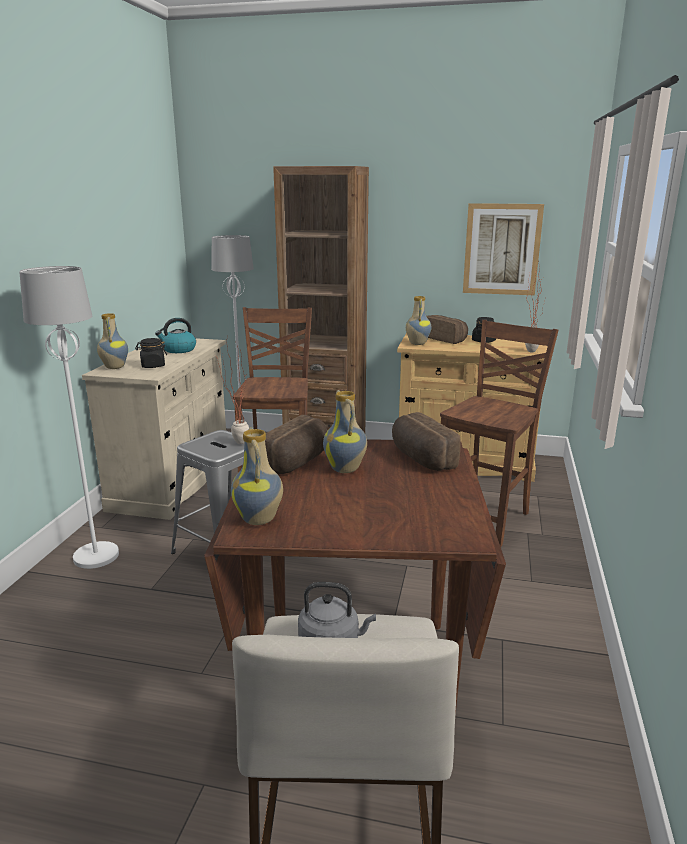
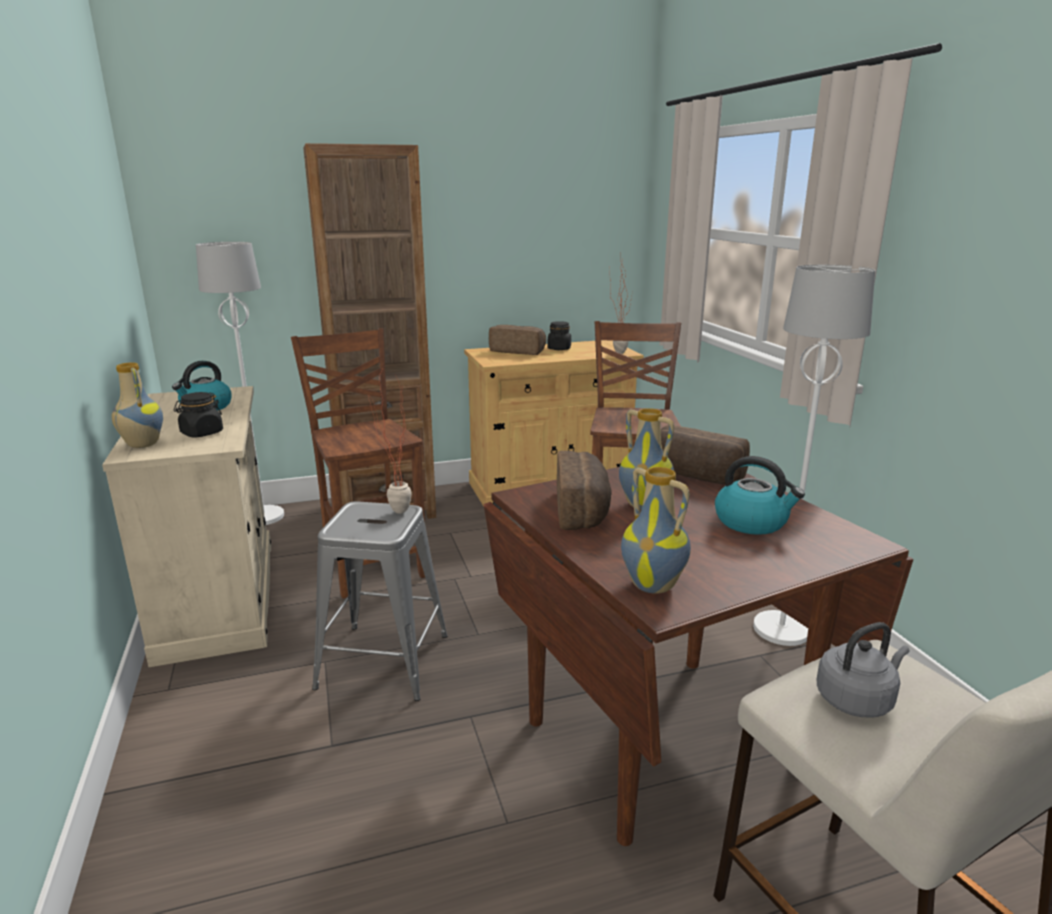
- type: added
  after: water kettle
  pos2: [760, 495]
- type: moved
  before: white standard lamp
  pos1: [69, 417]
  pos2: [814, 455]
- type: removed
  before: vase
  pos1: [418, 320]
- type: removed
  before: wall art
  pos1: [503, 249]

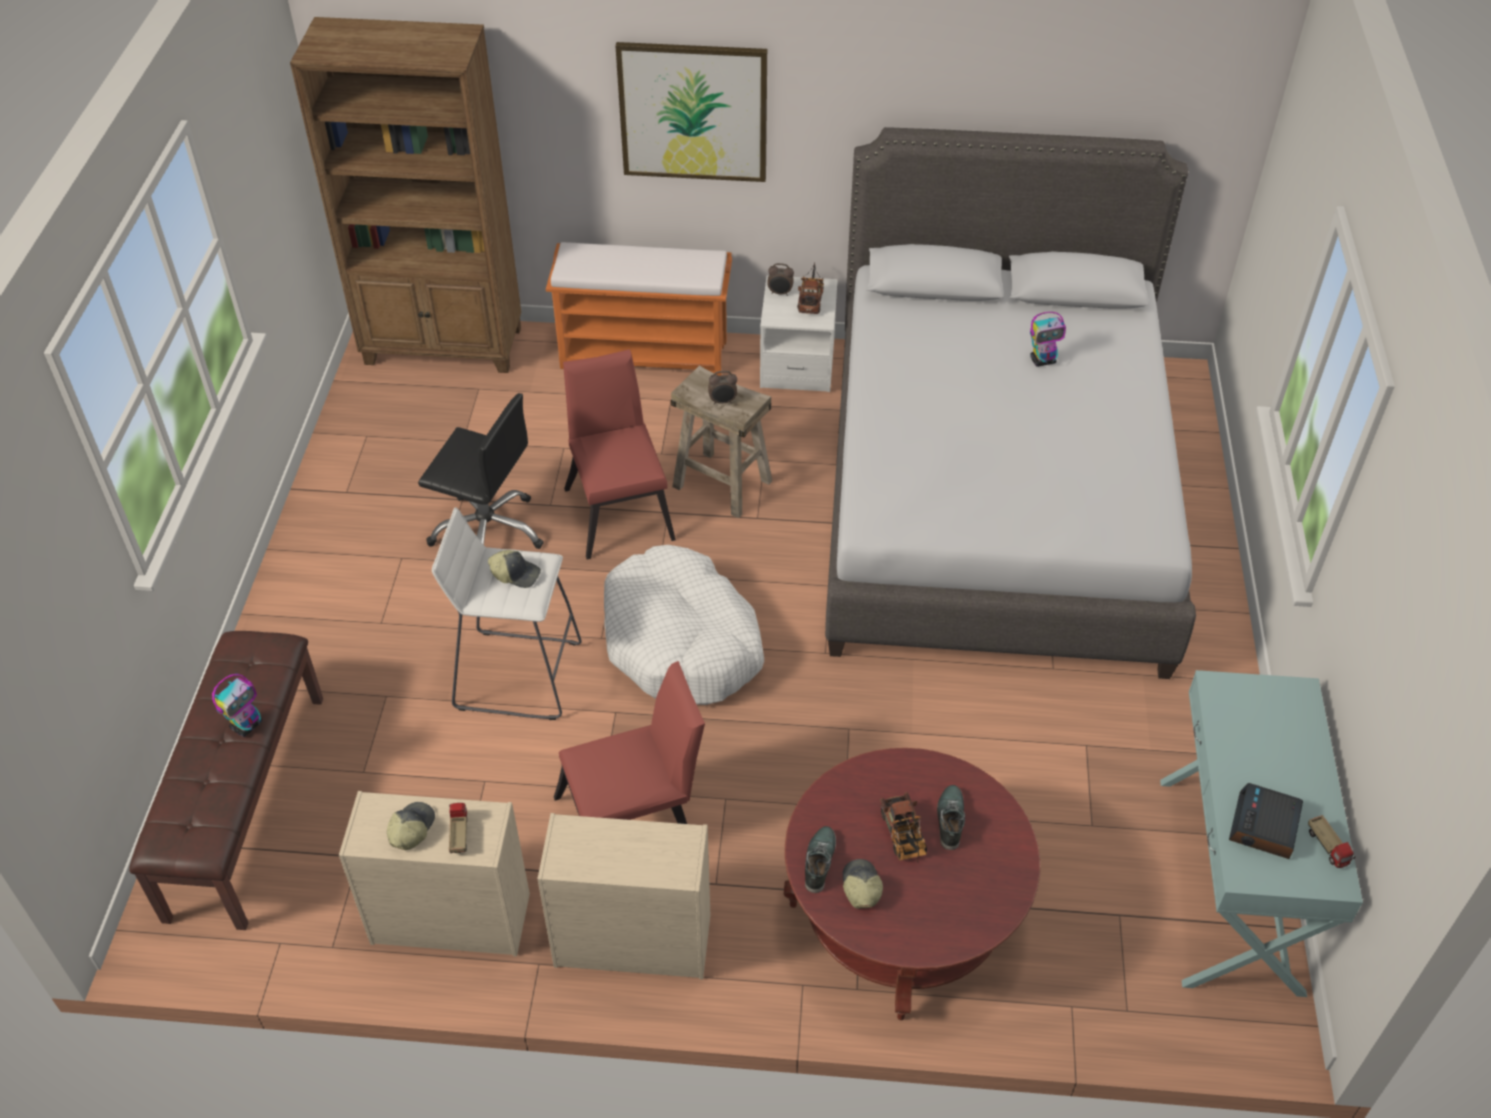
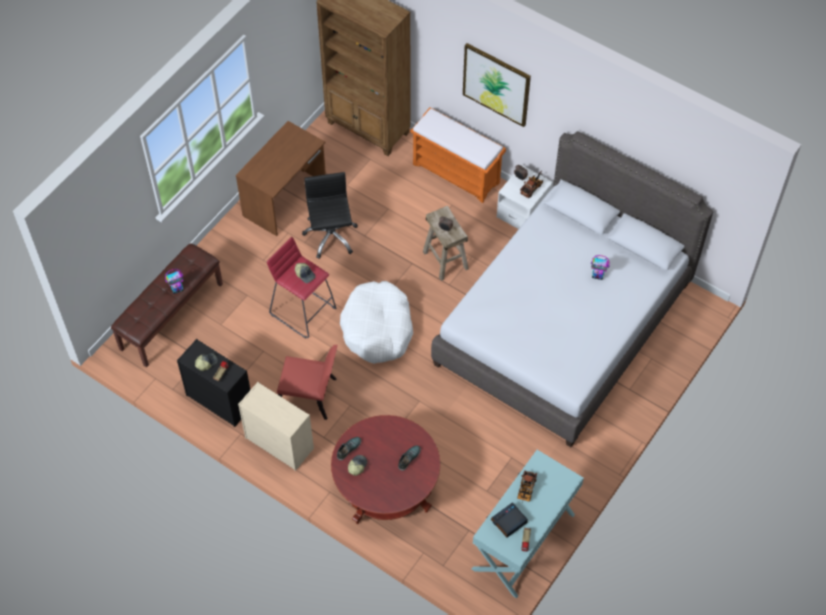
- type: recoloured
  before: beige-coloured chest of drawers
  after: blackish chest of drawers
  pos1: [434, 873]
  pos2: [213, 383]
- type: added
  after: brown desk table
  pos2: [281, 178]
- type: recoloured
  before: white sitting stool
  after: red sitting stool
  pos1: [506, 613]
  pos2: [301, 287]
- type: turned
  before: blackish desk chair
  pos1: [481, 471]
  pos2: [330, 215]
  turn: -150
- type: moved
  before: model truck
  pos1: [903, 827]
  pos2: [527, 486]
- type: removed
  before: red plain chair
  pos1: [619, 454]

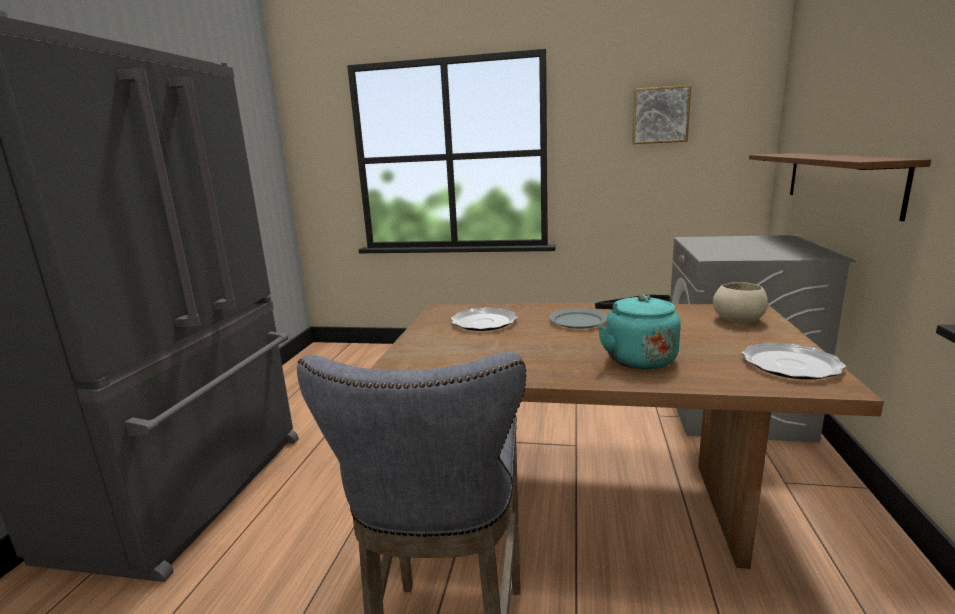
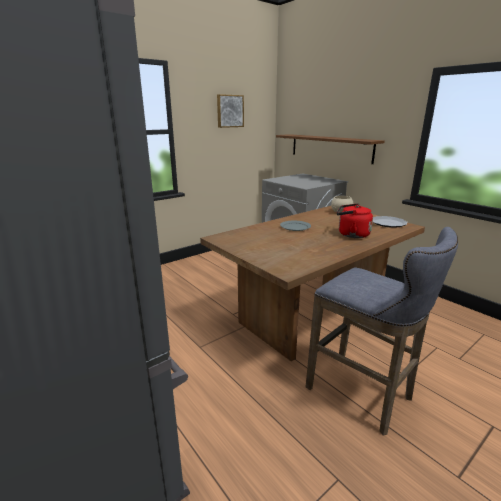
- type: recoloured
  before: turquoise-coloured water kettle
  after: red water kettle
  pos1: [638, 332]
  pos2: [355, 220]
- type: removed
  before: plate
  pos1: [483, 319]

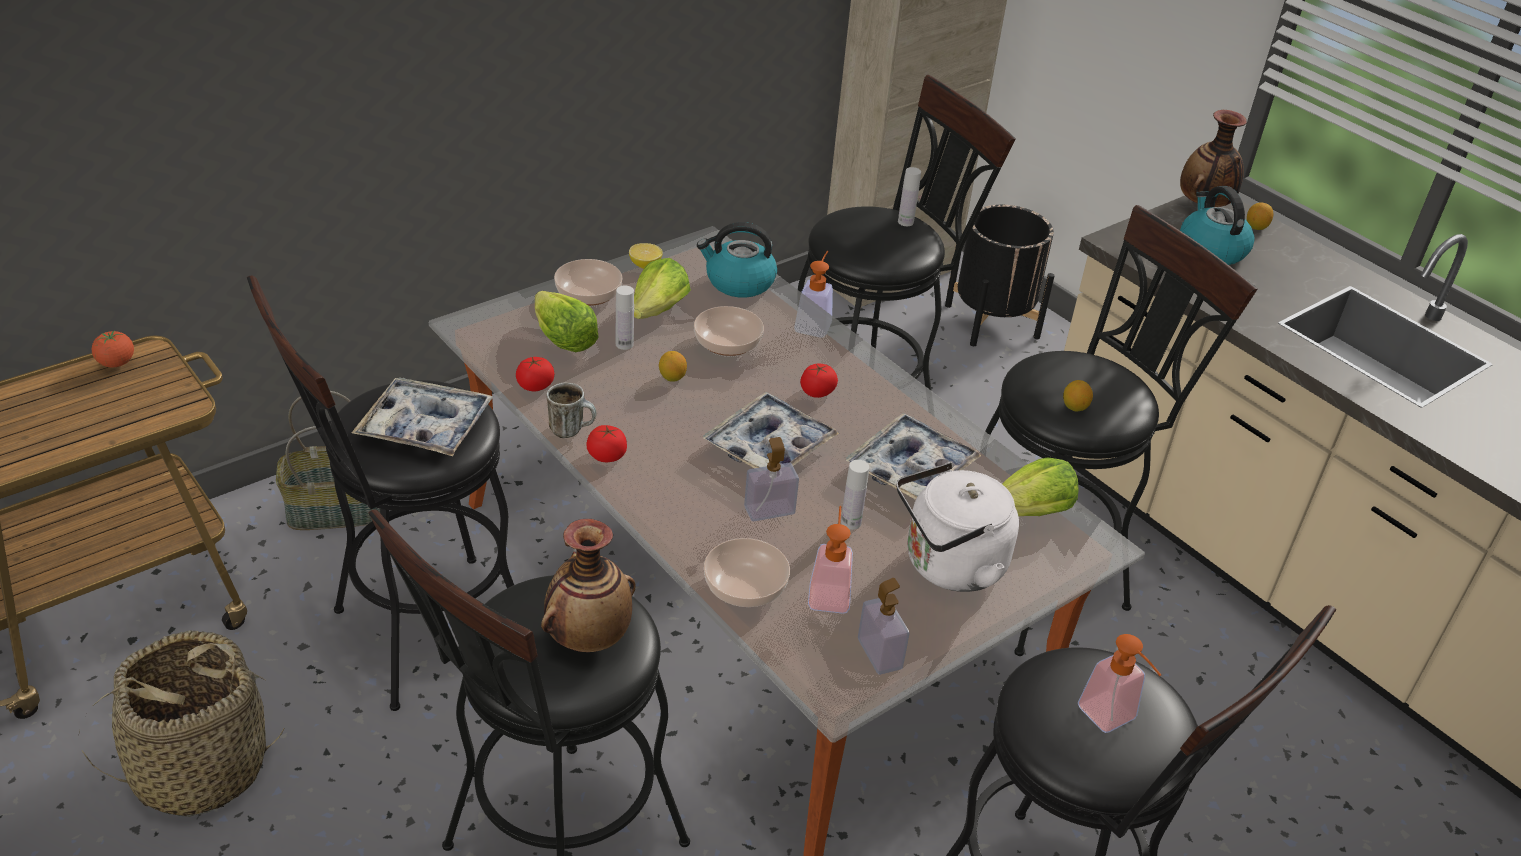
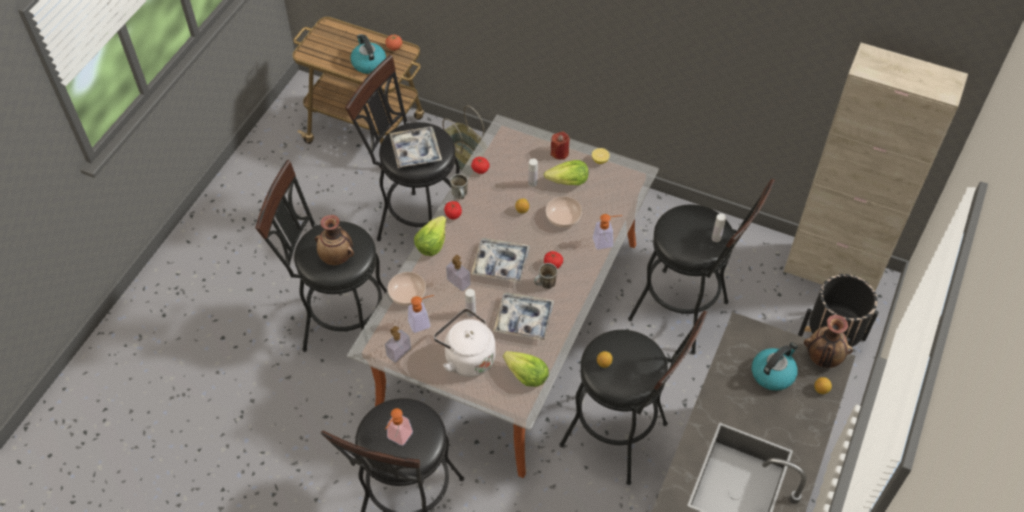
- type: moved
  before: water kettle
  pos1: [737, 260]
  pos2: [368, 54]
- type: moved
  before: lettuce head
  pos1: [567, 321]
  pos2: [430, 236]
- type: added
  after: mug
  pos2: [545, 276]
- type: replaced
  before: bowl
  after: red candle
  pos1: [588, 282]
  pos2: [560, 145]
- type: removed
  before: basket
  pos1: [182, 723]

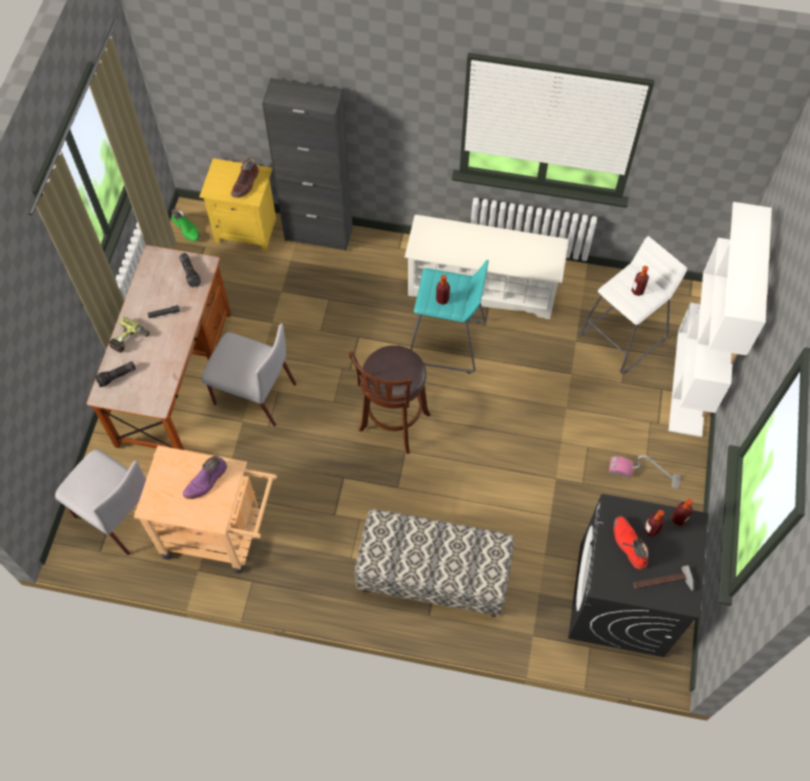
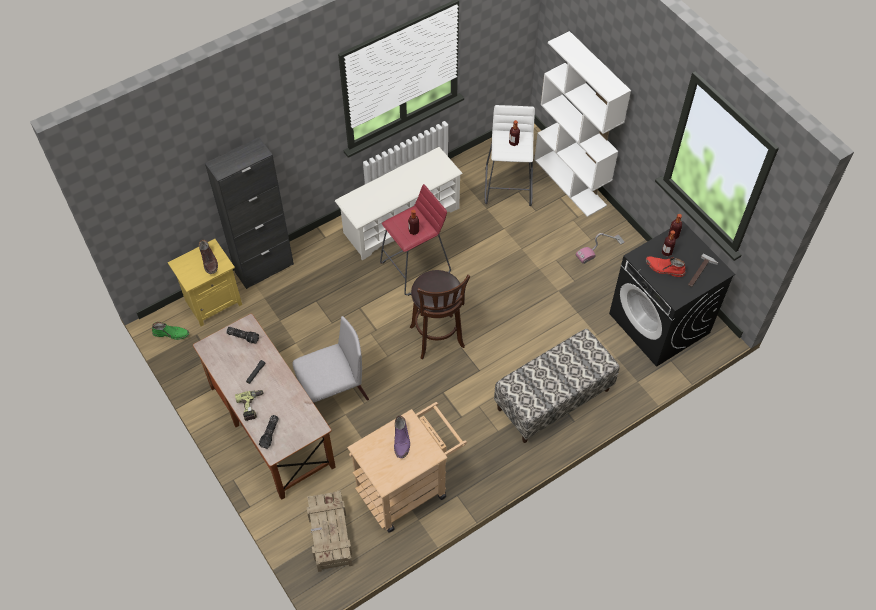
- type: replaced
  before: grey plain chair
  after: crate
  pos1: [100, 502]
  pos2: [330, 531]
- type: recoloured
  before: turquoise-coloured sitting stool
  after: red sitting stool
  pos1: [450, 317]
  pos2: [415, 240]

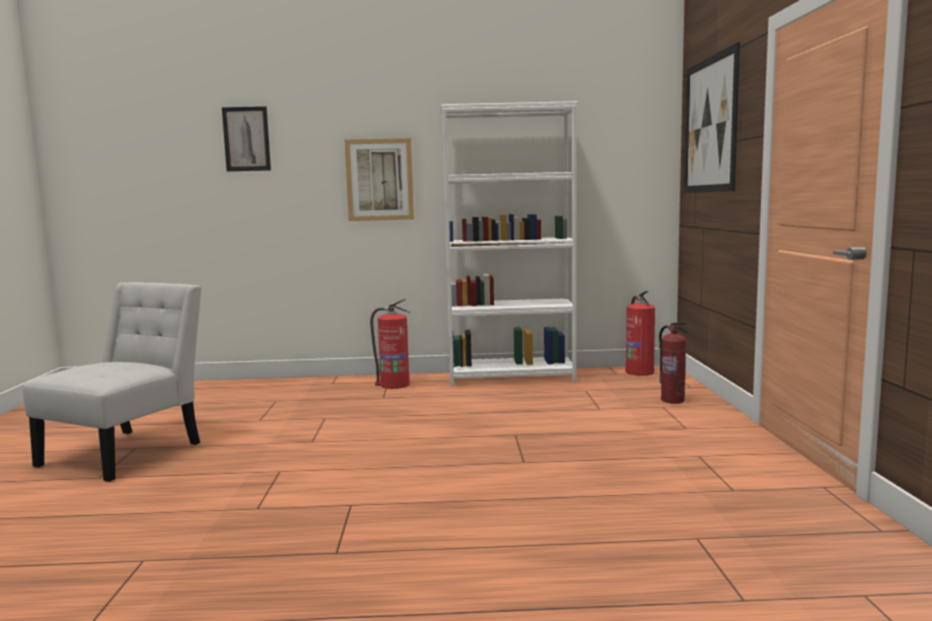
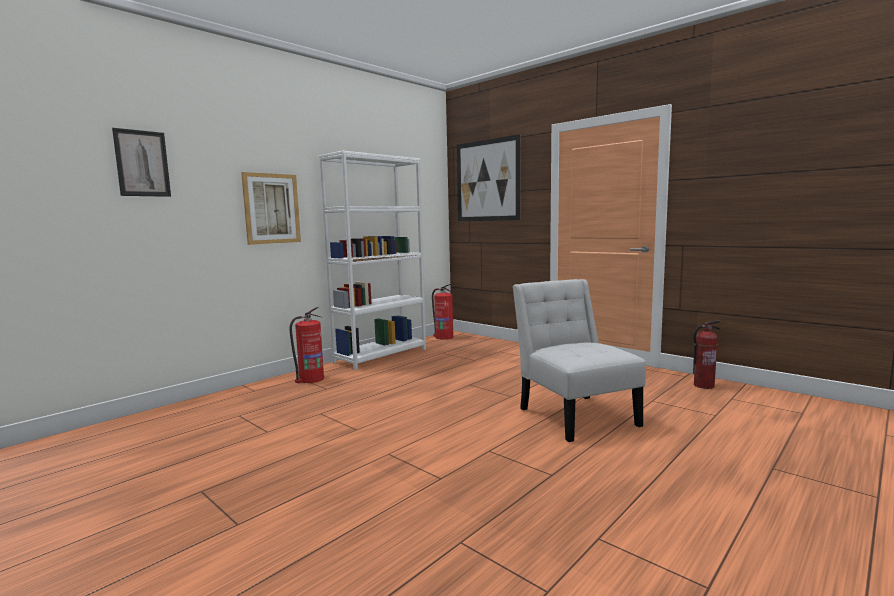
- type: moved
  before: white plain chair
  pos1: [112, 382]
  pos2: [579, 360]
- type: moved
  before: extinguisher
  pos1: [674, 363]
  pos2: [706, 354]

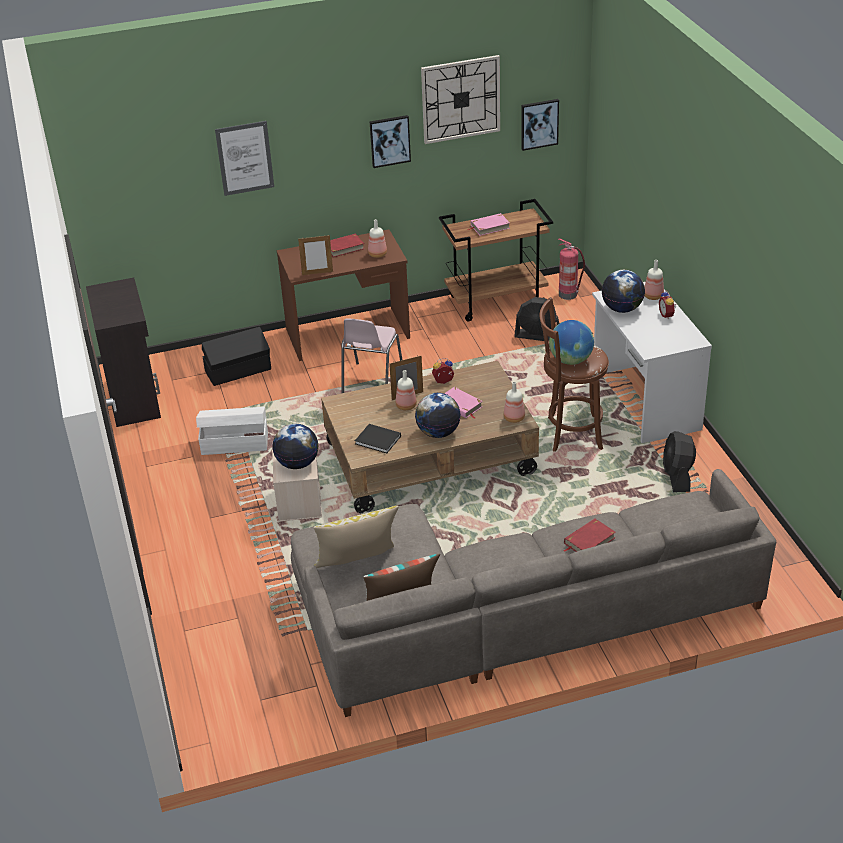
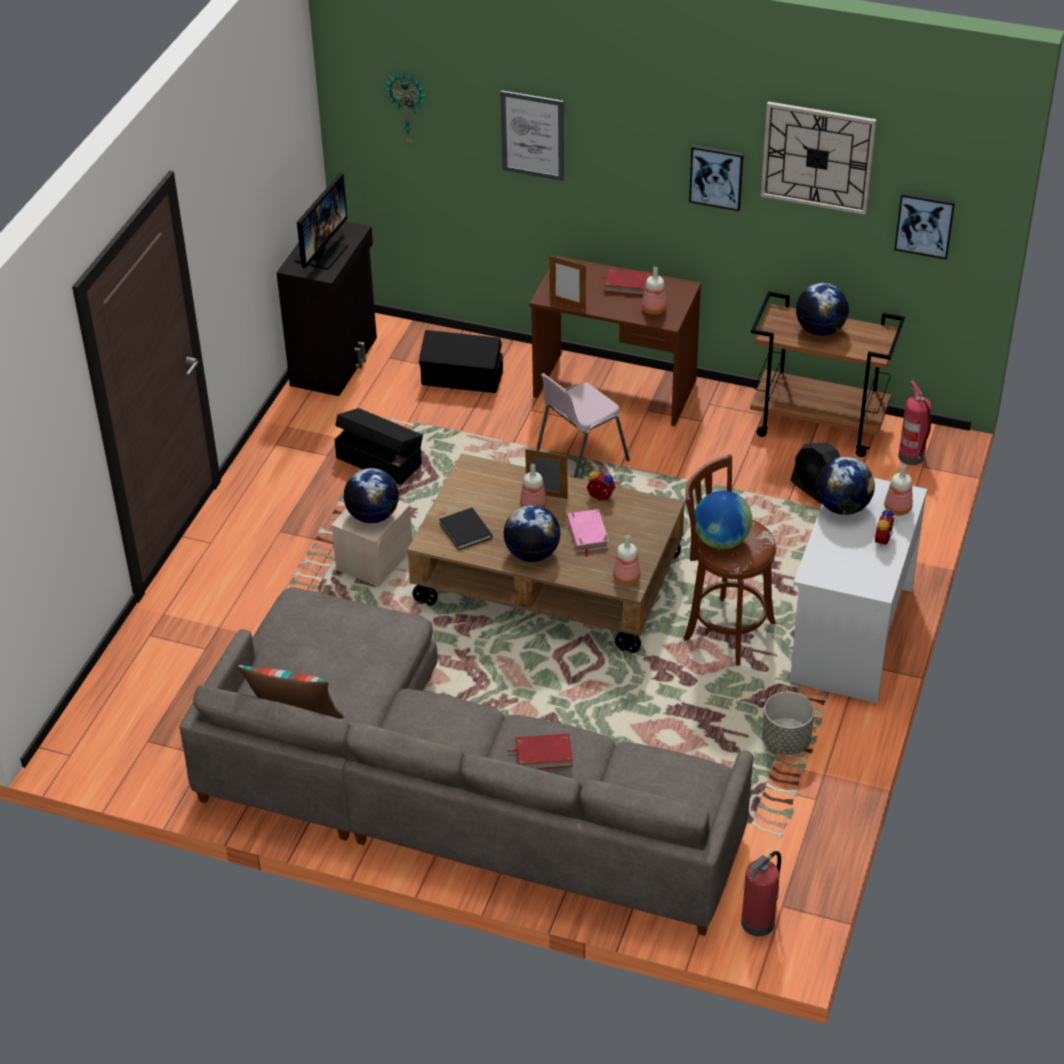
- type: added
  after: monitor
  pos2: [321, 221]
- type: recoloured
  before: white storage bin
  after: blackish storage bin
  pos1: [232, 431]
  pos2: [378, 446]
- type: added
  after: wall clock
  pos2: [406, 108]
- type: added
  after: extinguisher
  pos2: [761, 893]
- type: replaced
  before: blackish electric fan
  after: grey plant pot
  pos1: [679, 461]
  pos2: [788, 723]
- type: replaced
  before: pinkish bound book
  after: desk globe
  pos1: [489, 224]
  pos2: [822, 309]
- type: removed
  before: throw pillow
  pos1: [356, 537]

